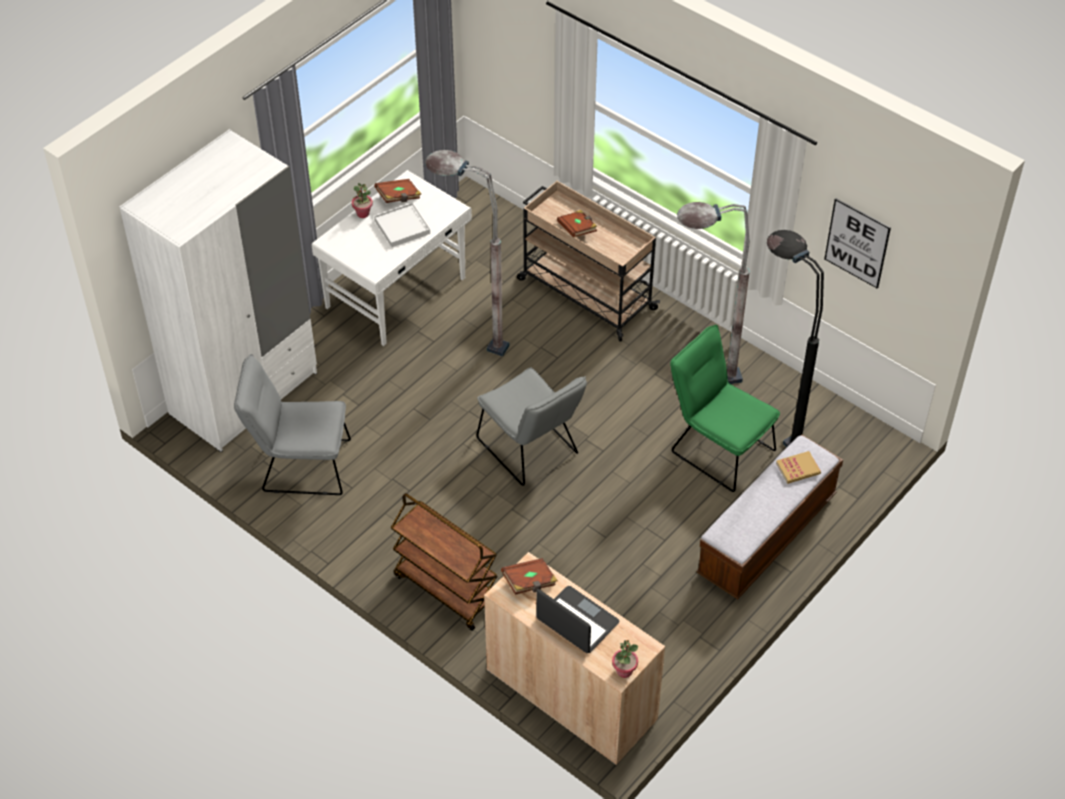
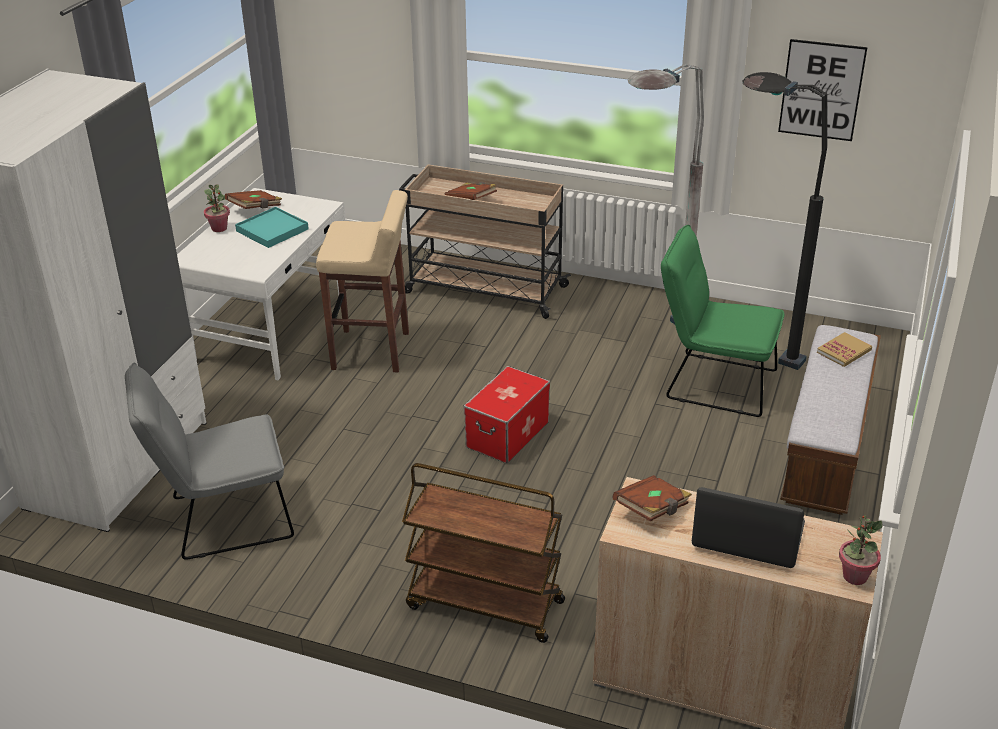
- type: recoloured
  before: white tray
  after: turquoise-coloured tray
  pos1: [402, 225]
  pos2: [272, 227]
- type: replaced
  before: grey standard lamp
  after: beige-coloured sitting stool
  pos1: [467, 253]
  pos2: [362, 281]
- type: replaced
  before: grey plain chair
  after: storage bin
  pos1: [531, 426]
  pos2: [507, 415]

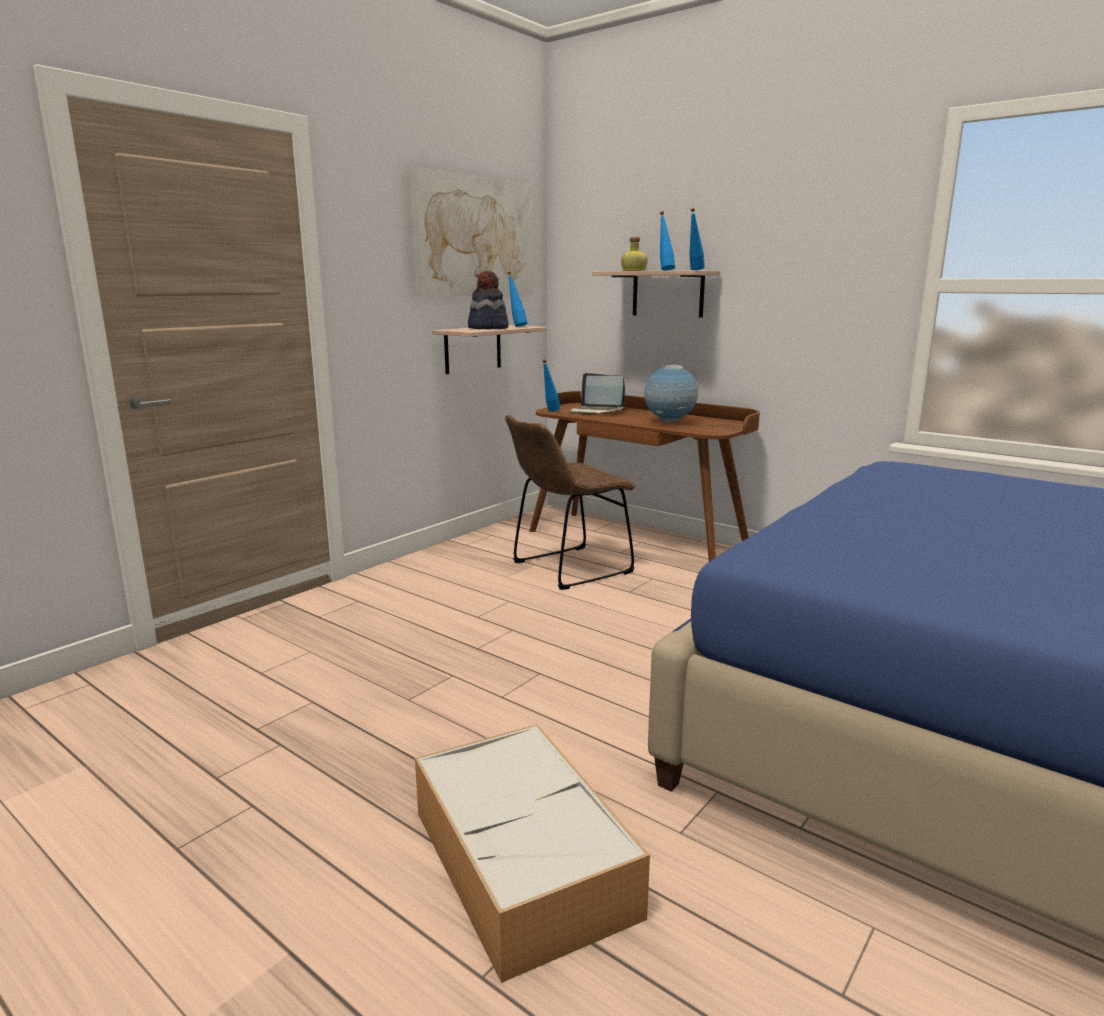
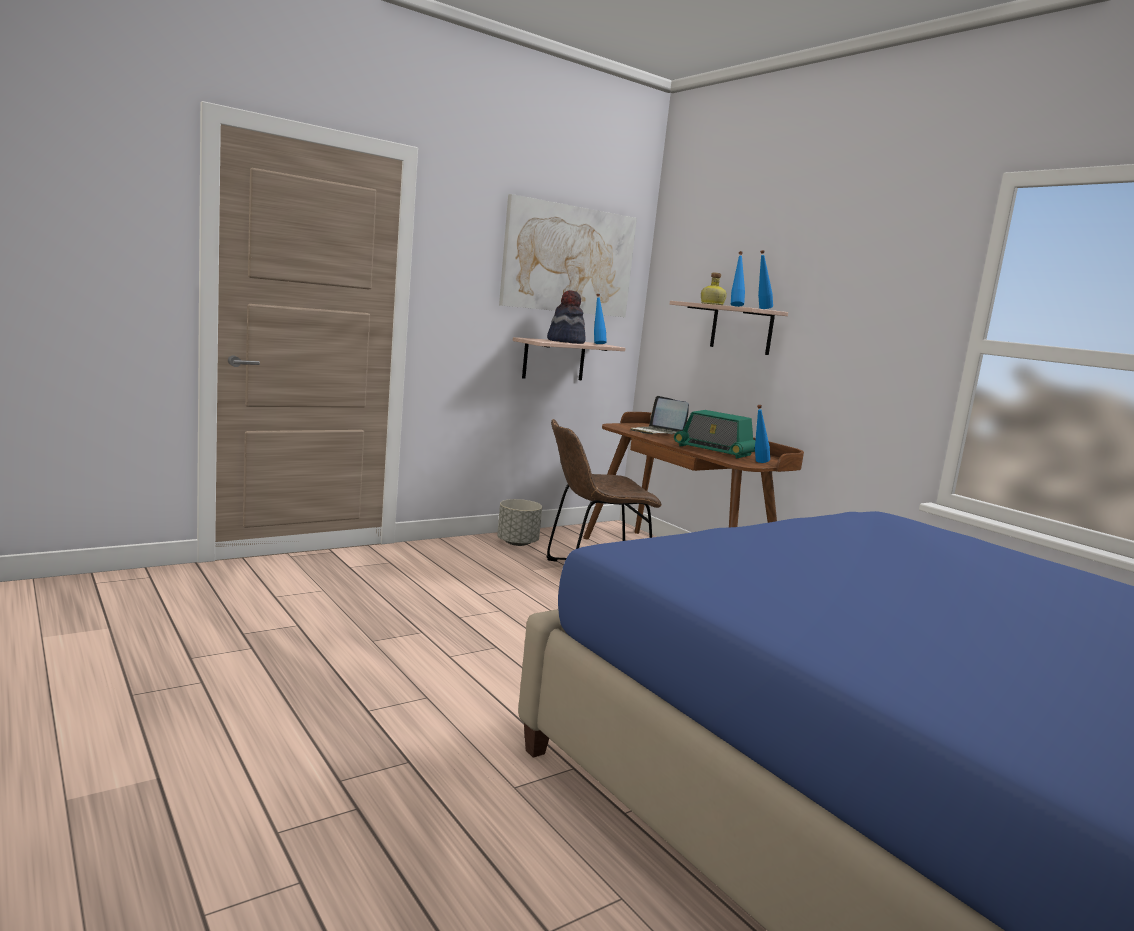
- type: added
  after: grey plant pot
  pos2: [519, 522]
- type: replaced
  before: desk globe
  after: radio
  pos1: [671, 394]
  pos2: [714, 434]
- type: moved
  before: blue-coloured drink bottle
  pos1: [551, 386]
  pos2: [762, 434]
- type: removed
  before: storage bin
  pos1: [532, 853]

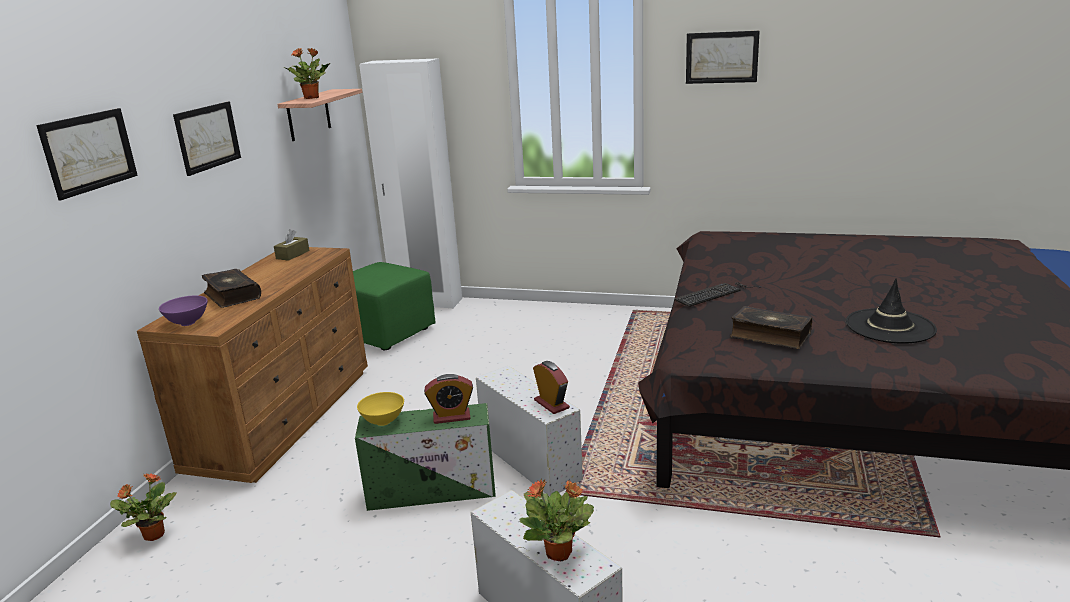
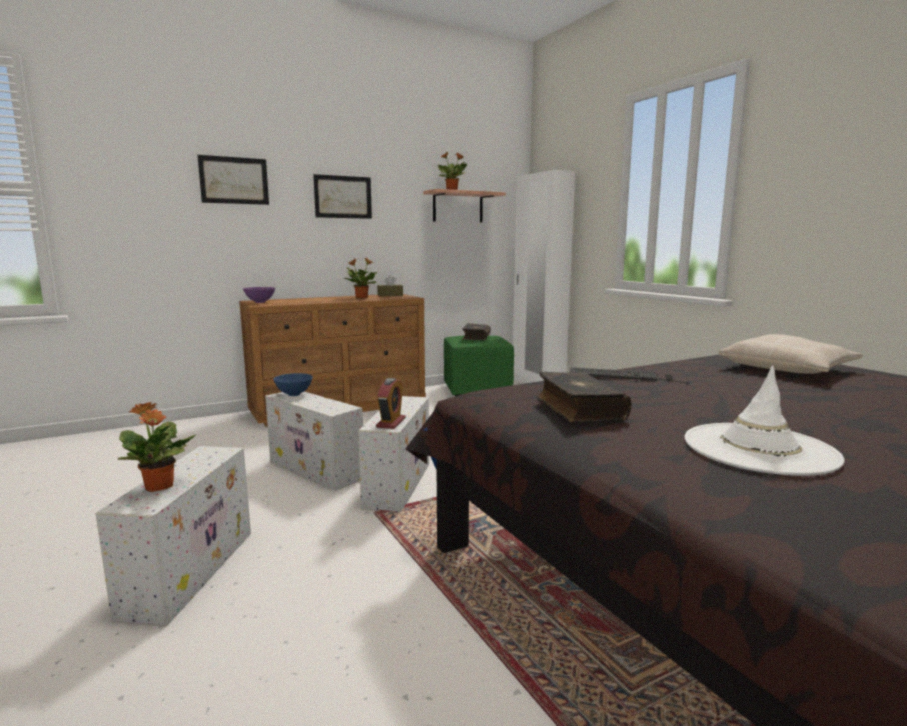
- type: recoloured
  before: green storage bin
  after: white storage bin
  pos1: [425, 457]
  pos2: [314, 441]
- type: recoloured
  before: yellow-coloured bowl
  after: blue-coloured bowl
  pos1: [380, 409]
  pos2: [293, 384]
- type: moved
  before: houseplant
  pos1: [143, 507]
  pos2: [360, 277]
- type: moved
  before: bound book
  pos1: [231, 288]
  pos2: [476, 332]
- type: recoloured
  before: blackish clothing hat
  after: white clothing hat
  pos1: [891, 311]
  pos2: [765, 420]
- type: added
  after: beige-coloured throw pillow
  pos2: [790, 354]
- type: removed
  before: bedside clock
  pos1: [448, 399]
- type: removed
  before: wall art
  pos1: [723, 57]

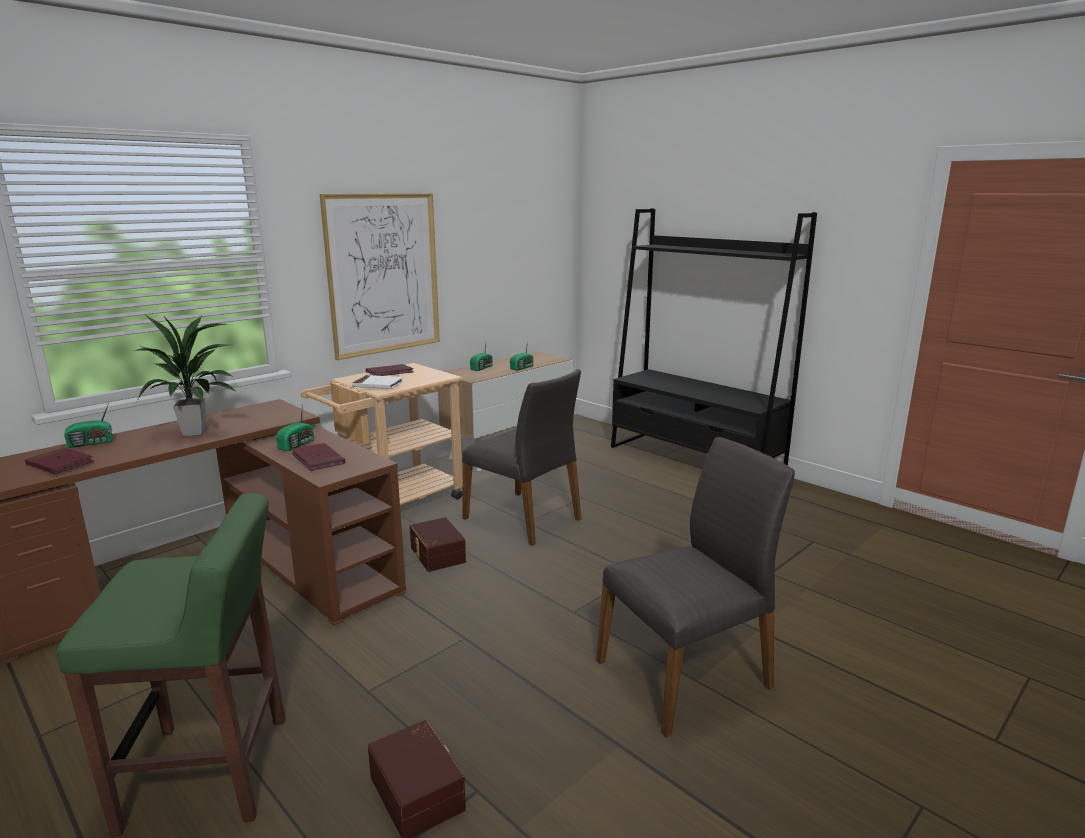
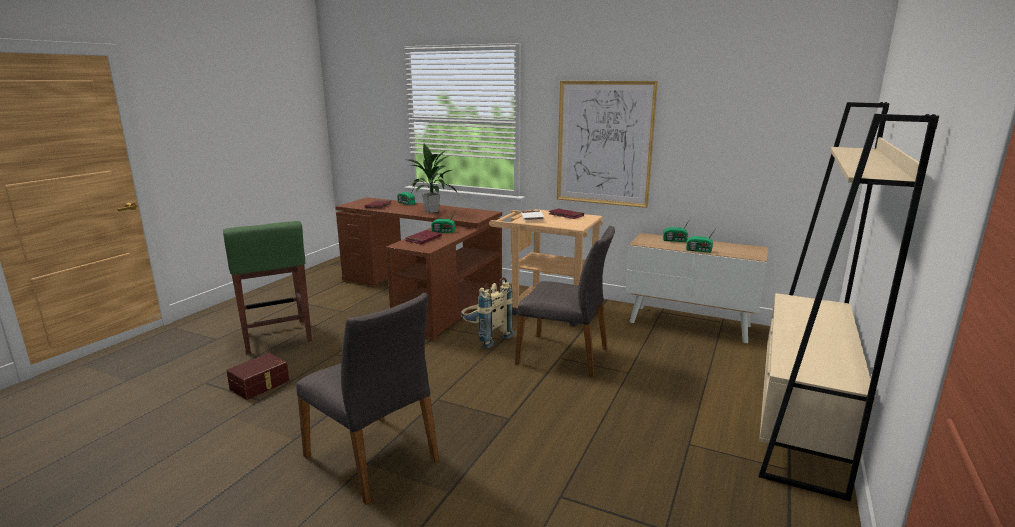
- type: replaced
  before: brown storage bin
  after: beige-coloured knapsack
  pos1: [438, 544]
  pos2: [487, 313]
- type: turned
  before: grey plain chair
  pos1: [521, 457]
  pos2: [565, 301]
  turn: -90
- type: recoloured
  before: blackish bookcase
  after: beige-coloured bookcase
  pos1: [714, 337]
  pos2: [849, 301]

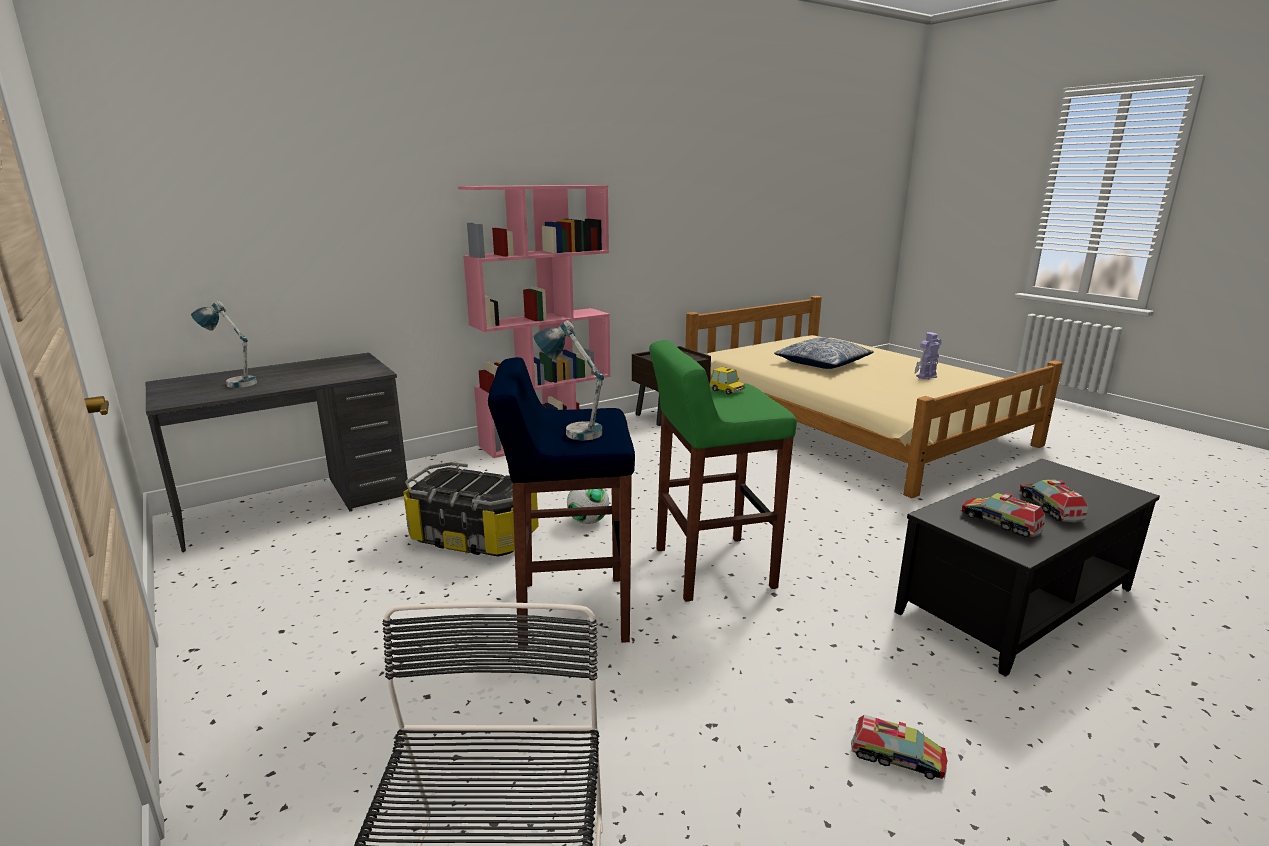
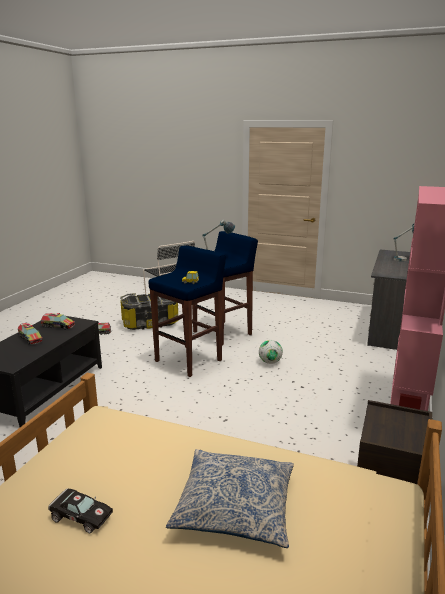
- type: replaced
  before: robot figure
  after: blackish model car
  pos1: [928, 356]
  pos2: [80, 510]
- type: moved
  before: storage bin
  pos1: [471, 509]
  pos2: [149, 311]
- type: recoloured
  before: green sitting stool
  after: blue-coloured sitting stool
  pos1: [723, 471]
  pos2: [187, 311]

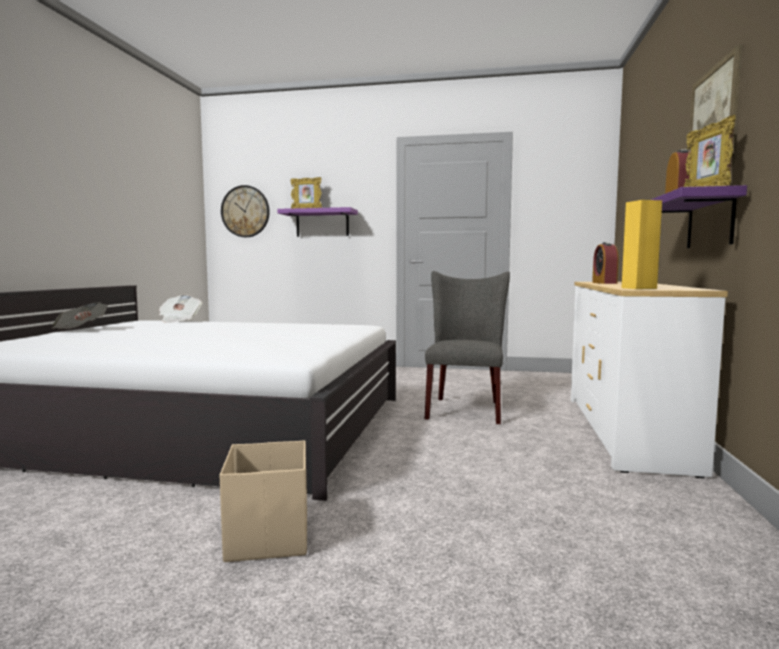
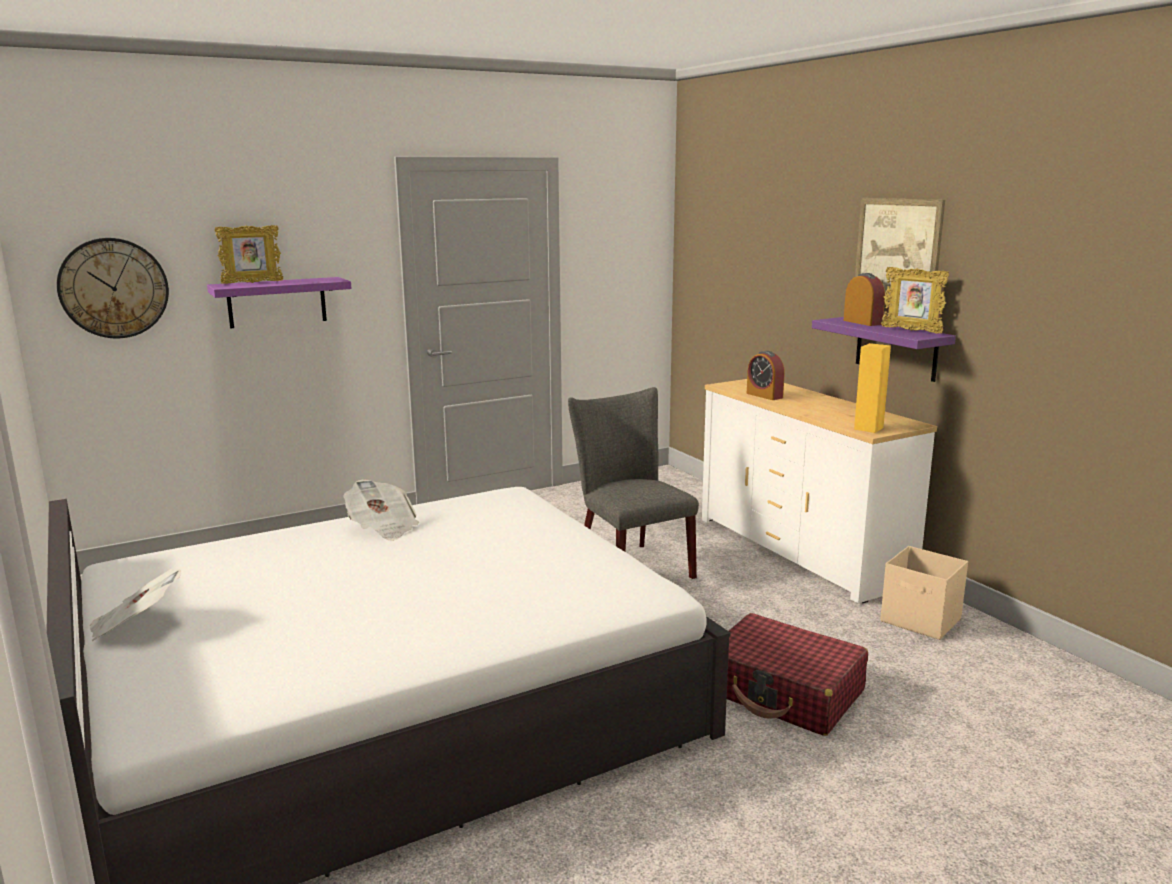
- type: moved
  before: newspaper
  pos1: [181, 309]
  pos2: [381, 510]
- type: added
  after: red suitcase
  pos2: [797, 674]
- type: moved
  before: beige-coloured storage bin
  pos1: [263, 501]
  pos2: [924, 593]

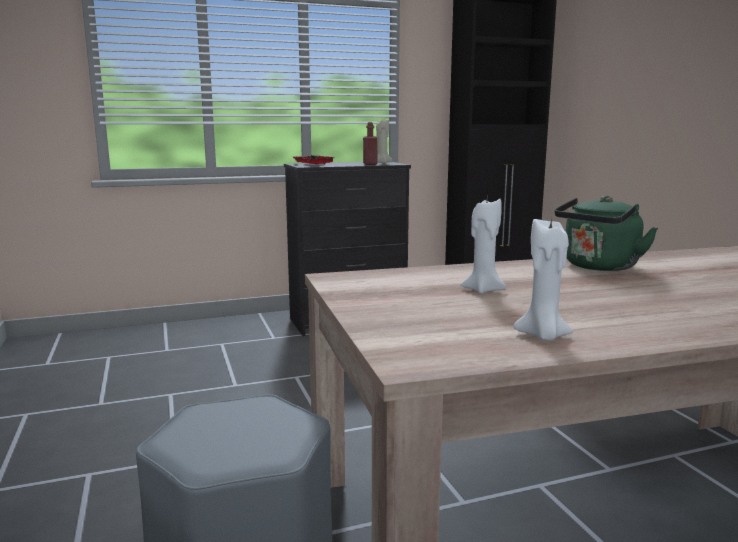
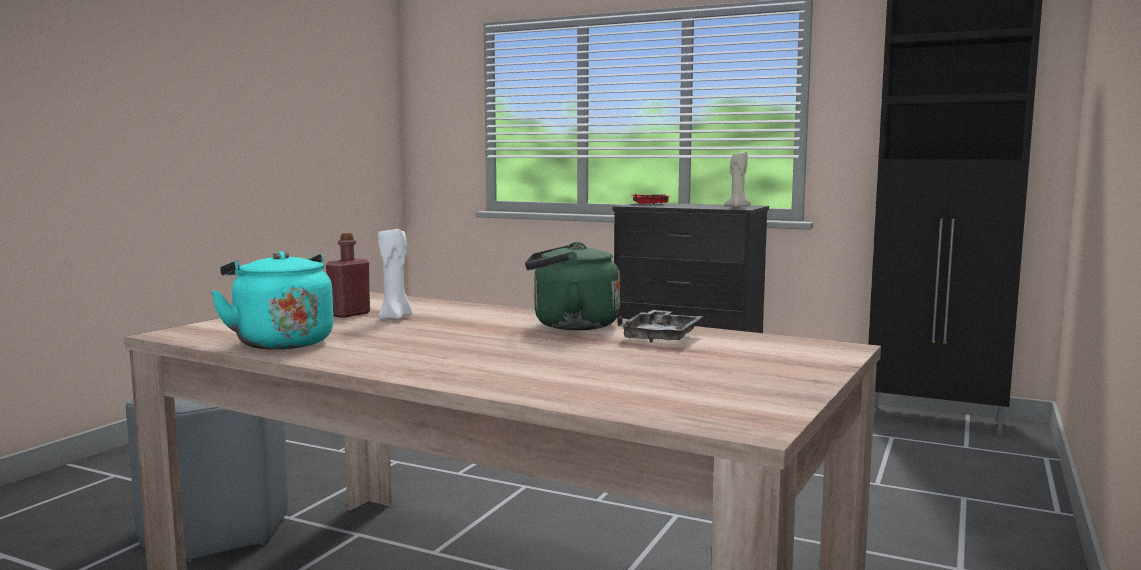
- type: replaced
  before: white candle
  after: turquoise-coloured water kettle
  pos1: [543, 279]
  pos2: [272, 300]
- type: moved
  before: red drink bottle
  pos1: [370, 143]
  pos2: [348, 275]
- type: added
  after: grey tray
  pos2: [660, 326]

